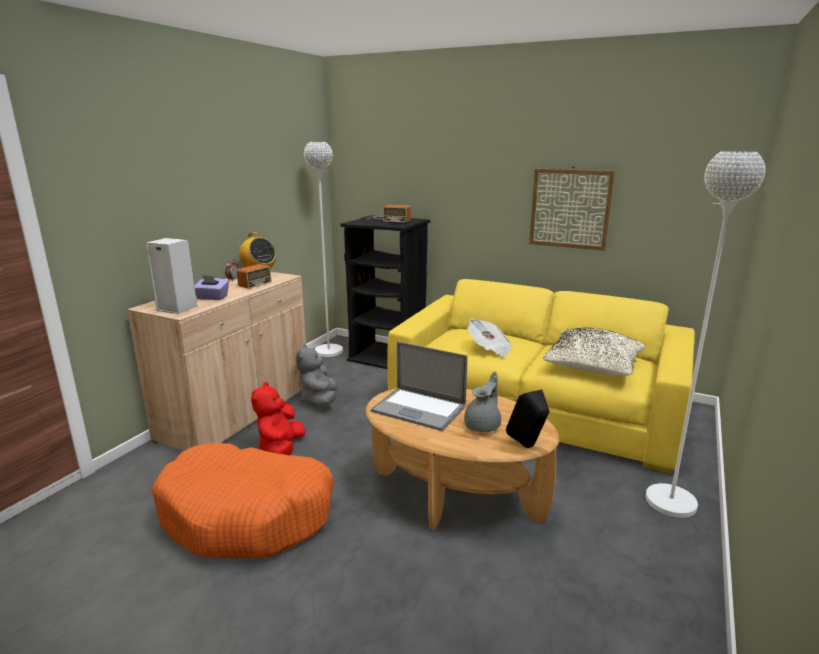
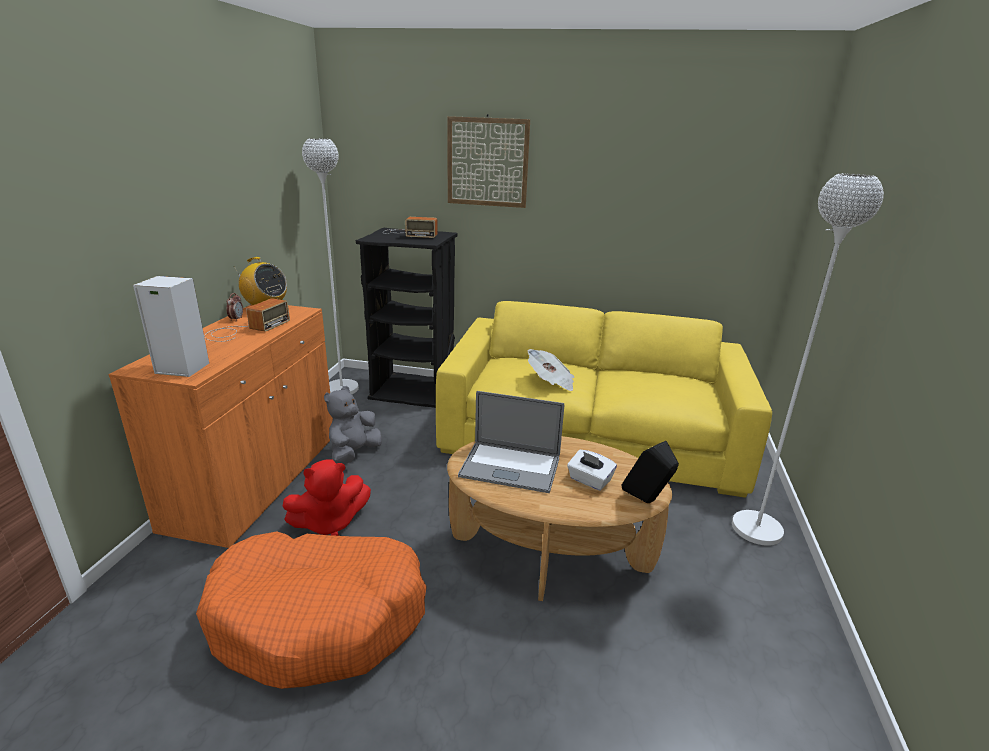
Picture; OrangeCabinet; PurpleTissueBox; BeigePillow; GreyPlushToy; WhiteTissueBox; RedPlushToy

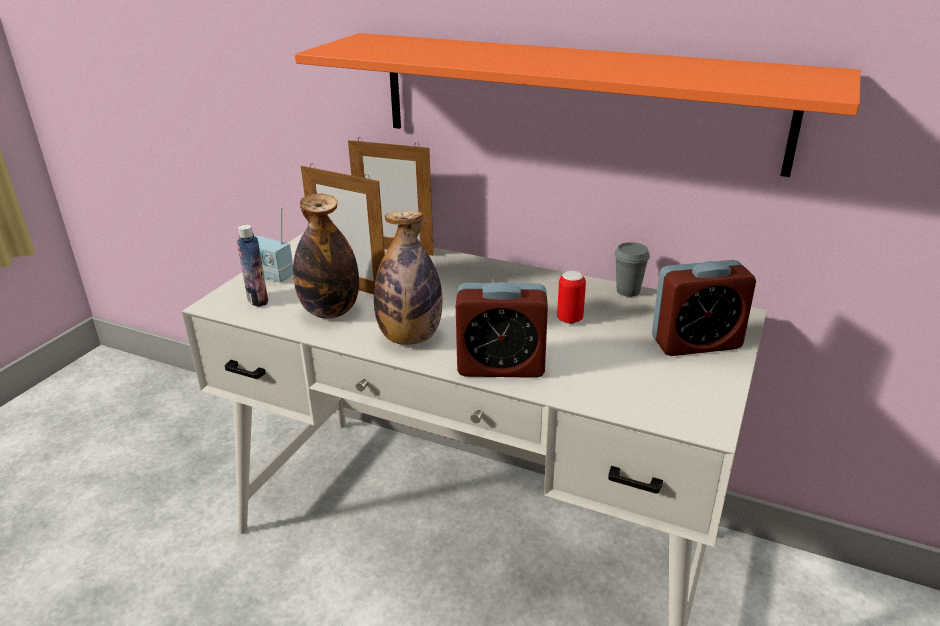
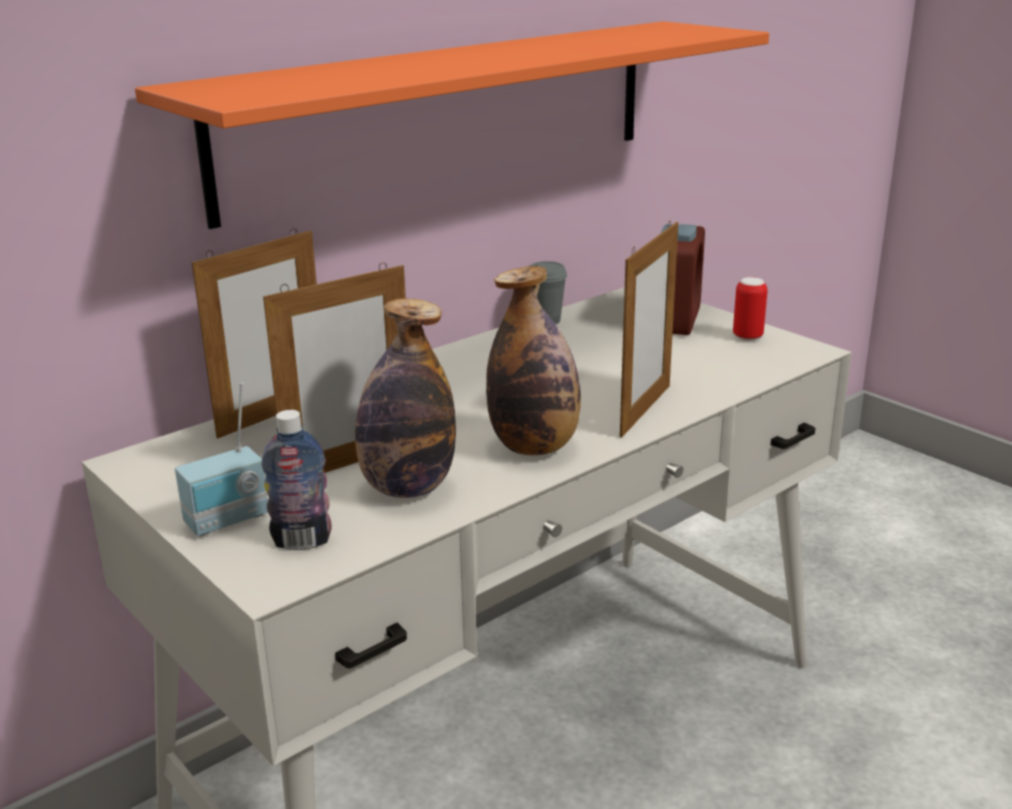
Can; PictureFrame (no. 3 from left)

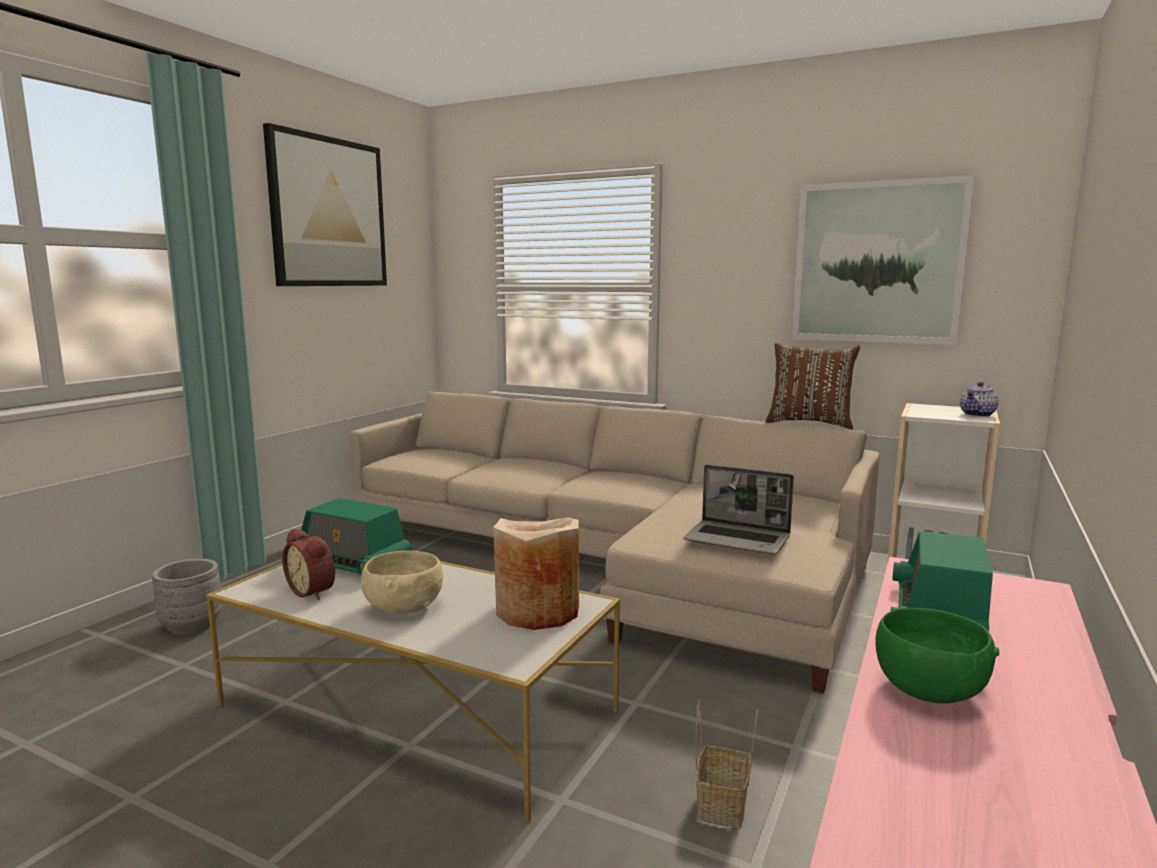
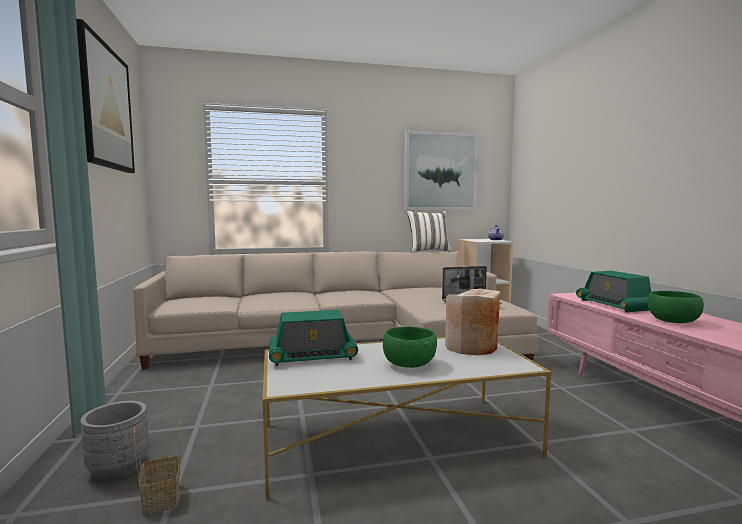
WhitePillow; AlarmClock; GreenBowl (no. 1 from left); Basket

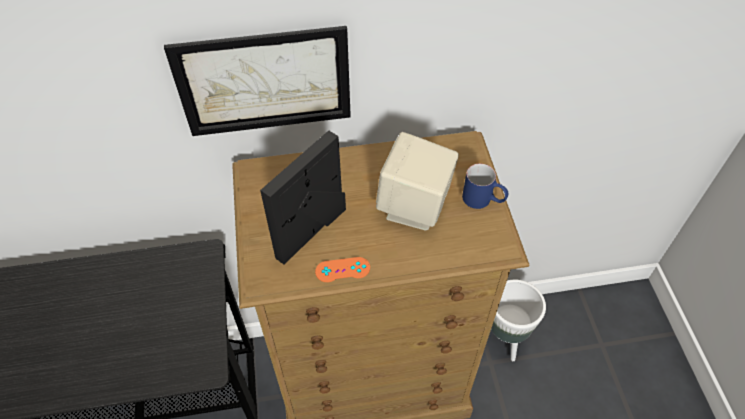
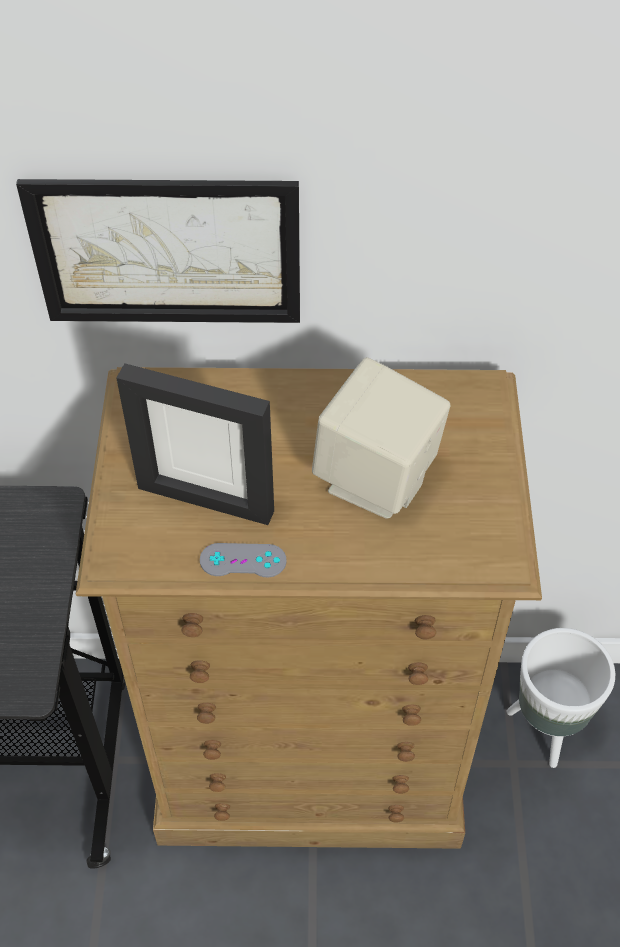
PictureFrame; BlueMug; GreyGameController

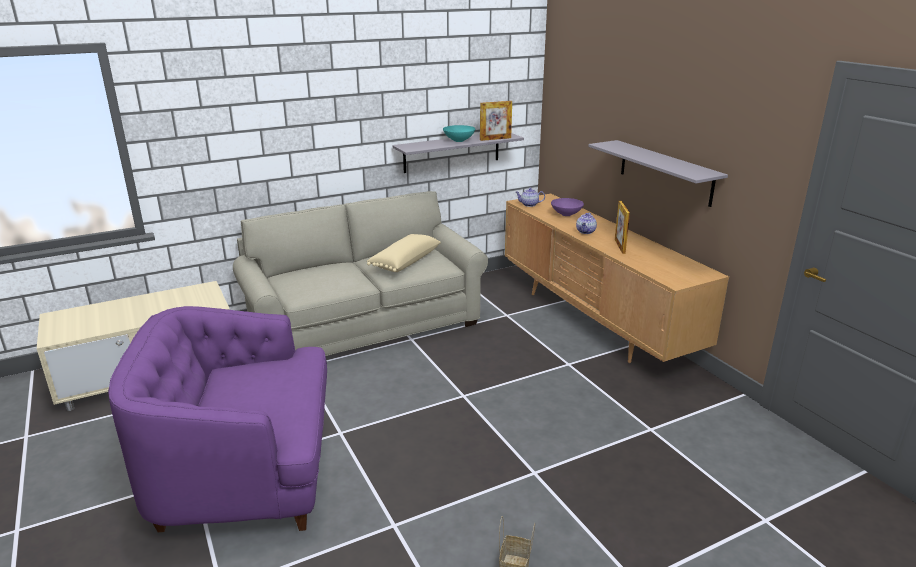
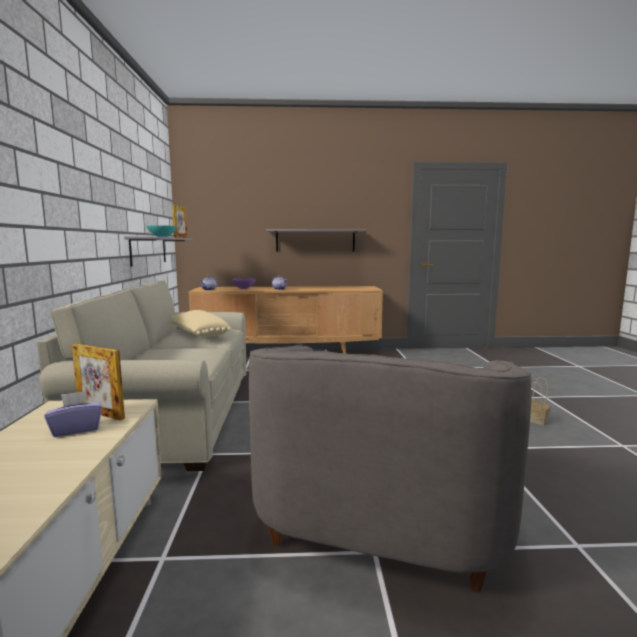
PictureFrame (no. 1 from left); GreyArmchair; PurpleTissueBox

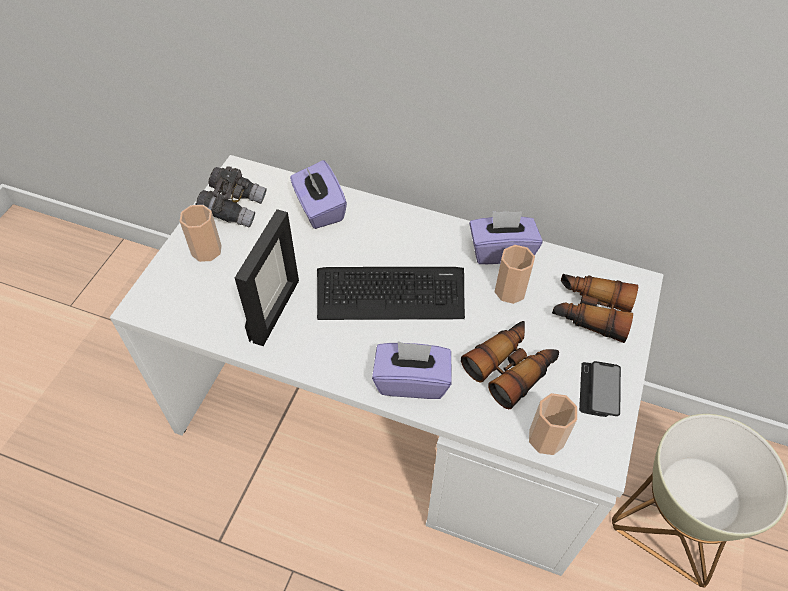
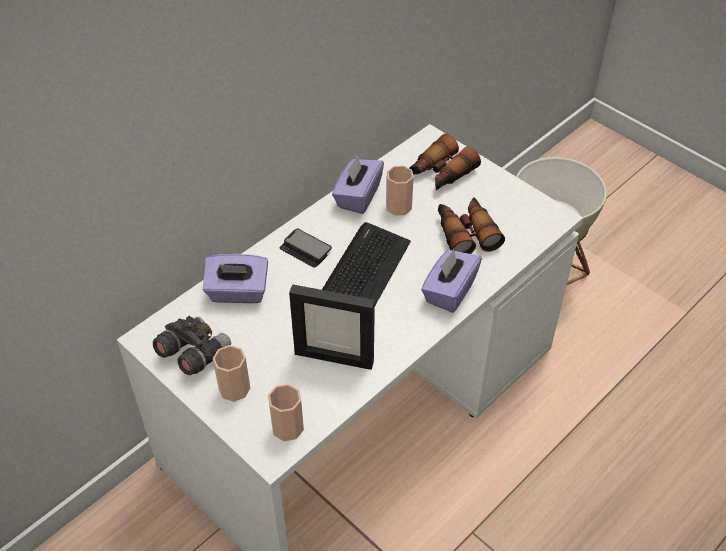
PictureFrame; Phone; Cup (no. 2 from left)

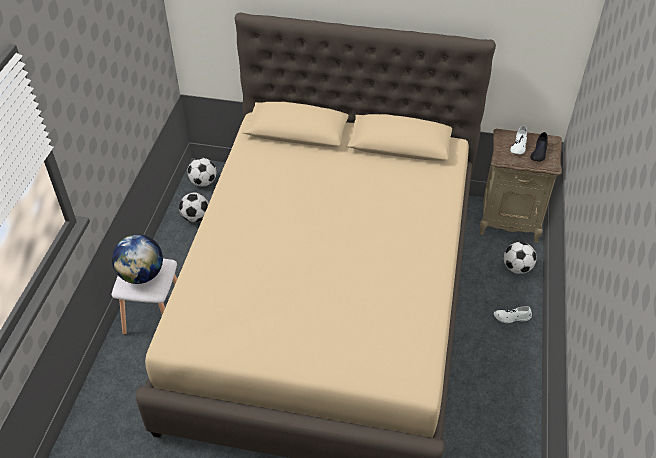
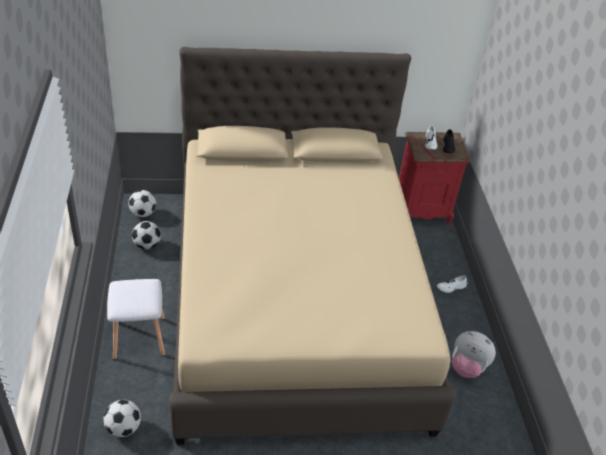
RedNightstand; Globe; Football (no. 1 from left); PlushToy

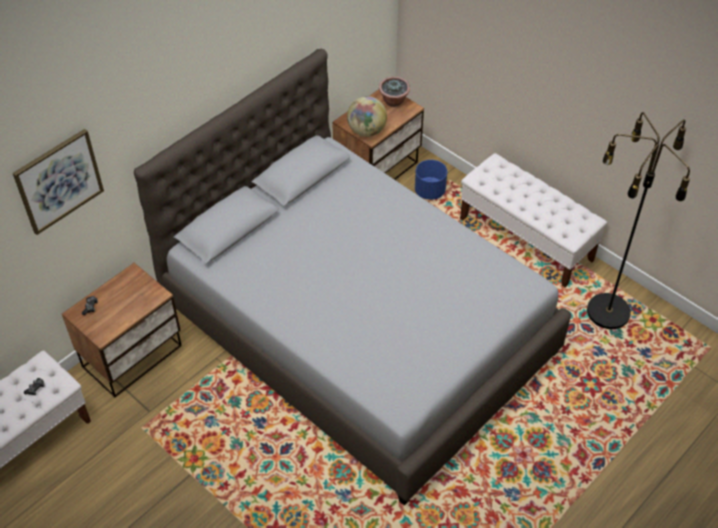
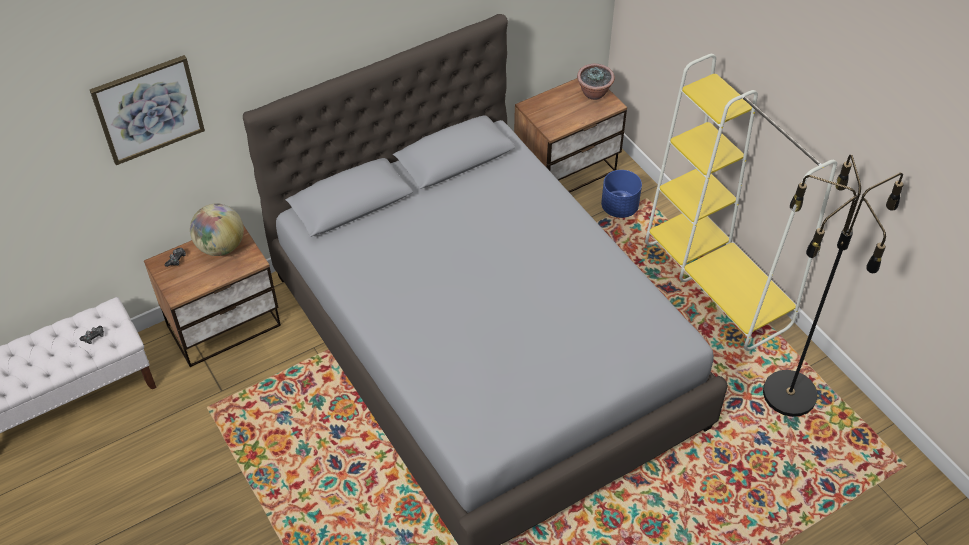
Globe; YellowClothesRack

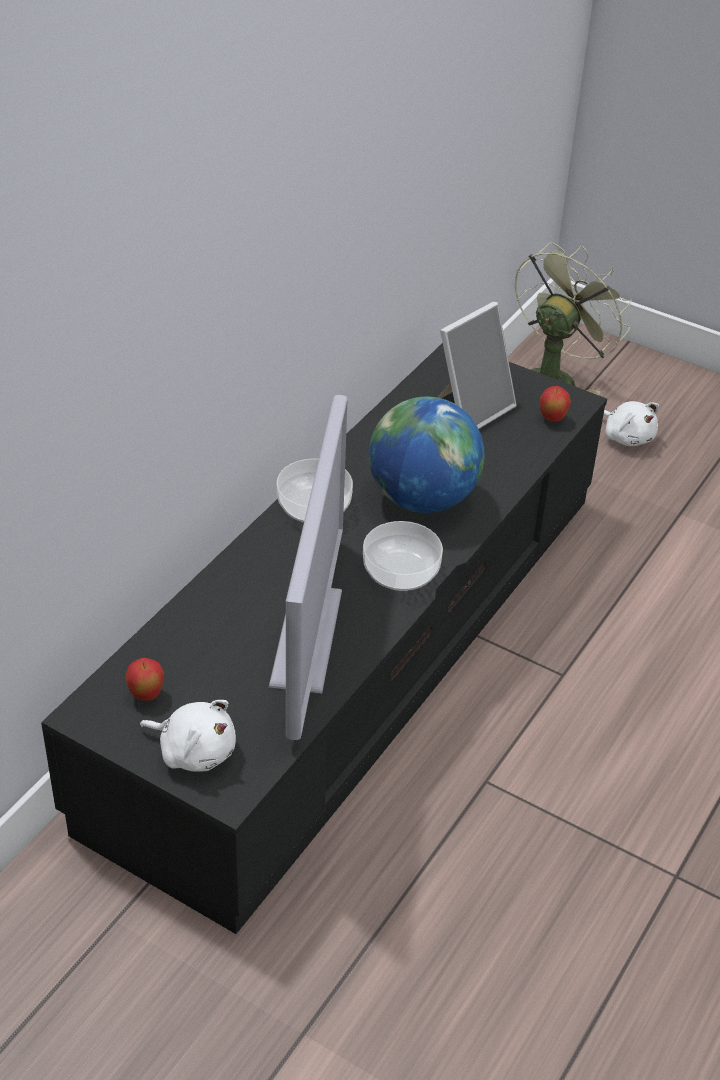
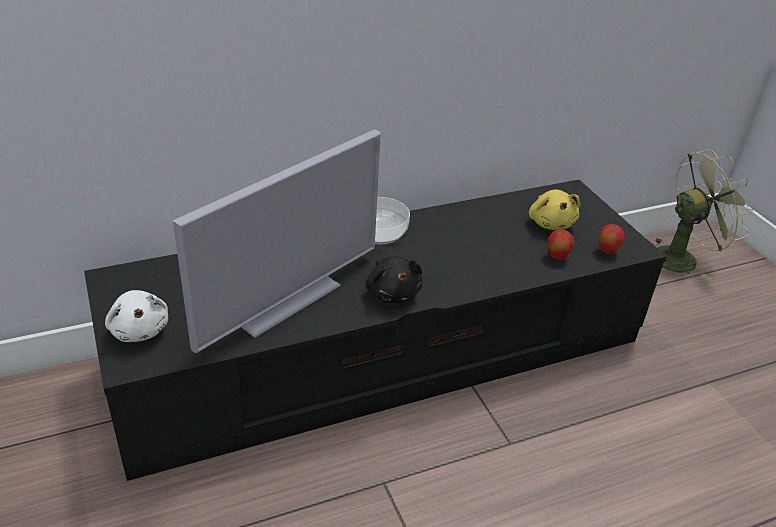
YellowPlushToy; Globe; WhitePlushToy (no. 2 from left in the first image); BlackPlushToy; Apple (no. 1 from left)

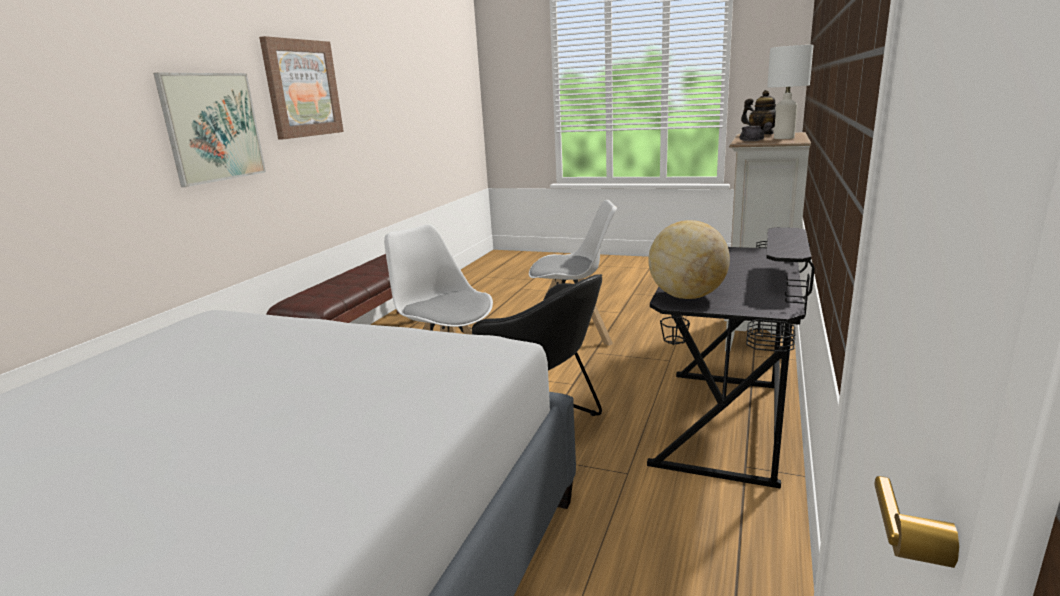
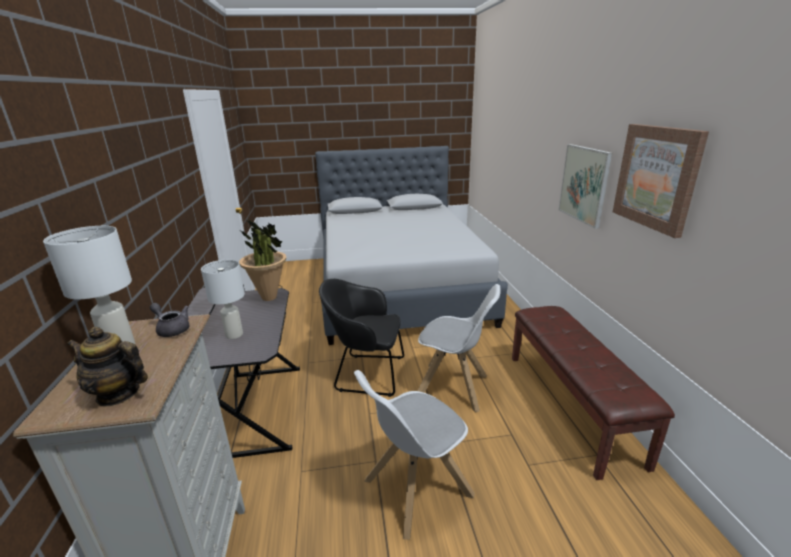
PottedPlant; WhiteTableLamp (no. 2 from left)

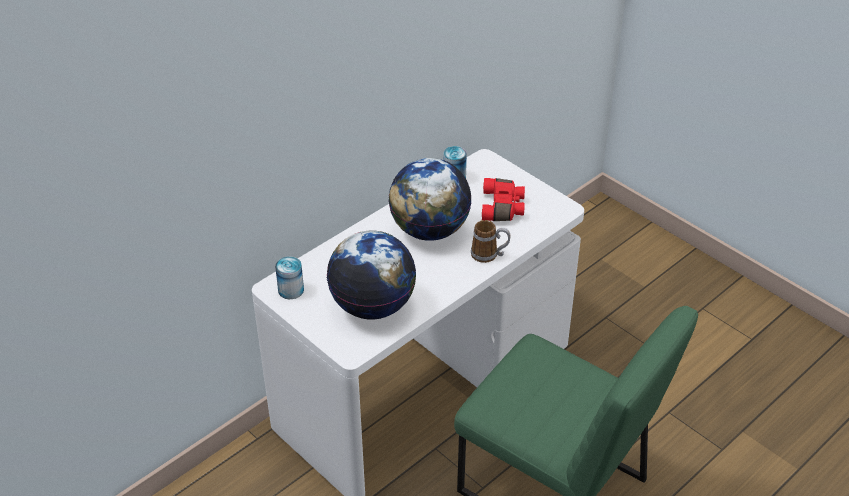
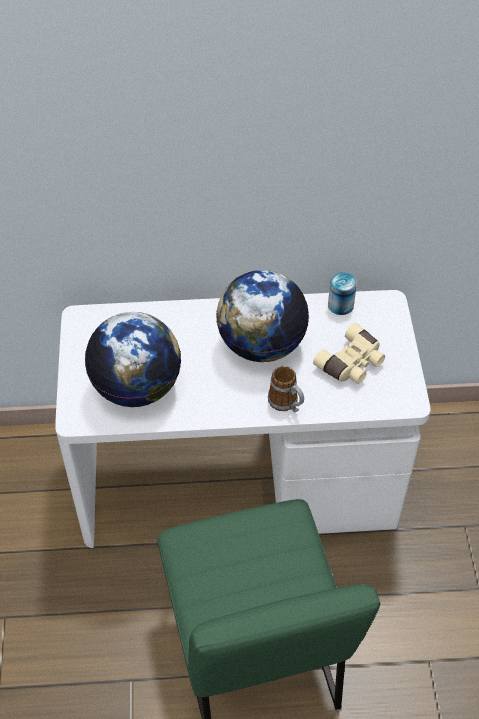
BeigeBinoculars; Can (no. 1 from left in the first image)

